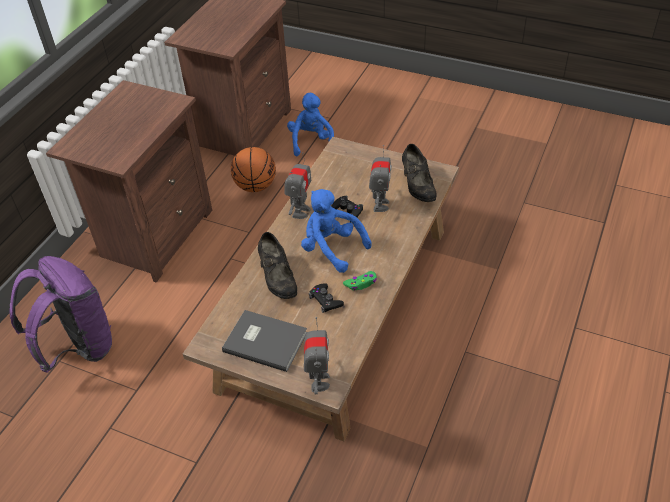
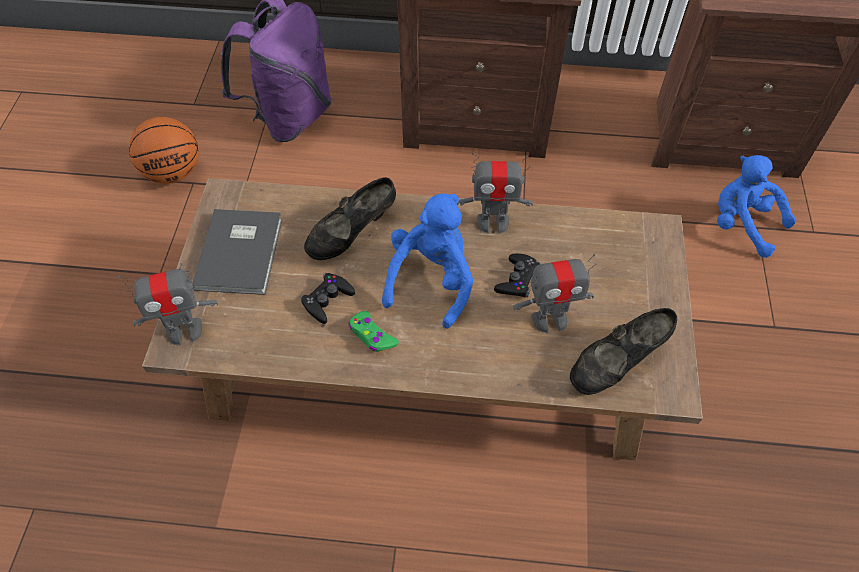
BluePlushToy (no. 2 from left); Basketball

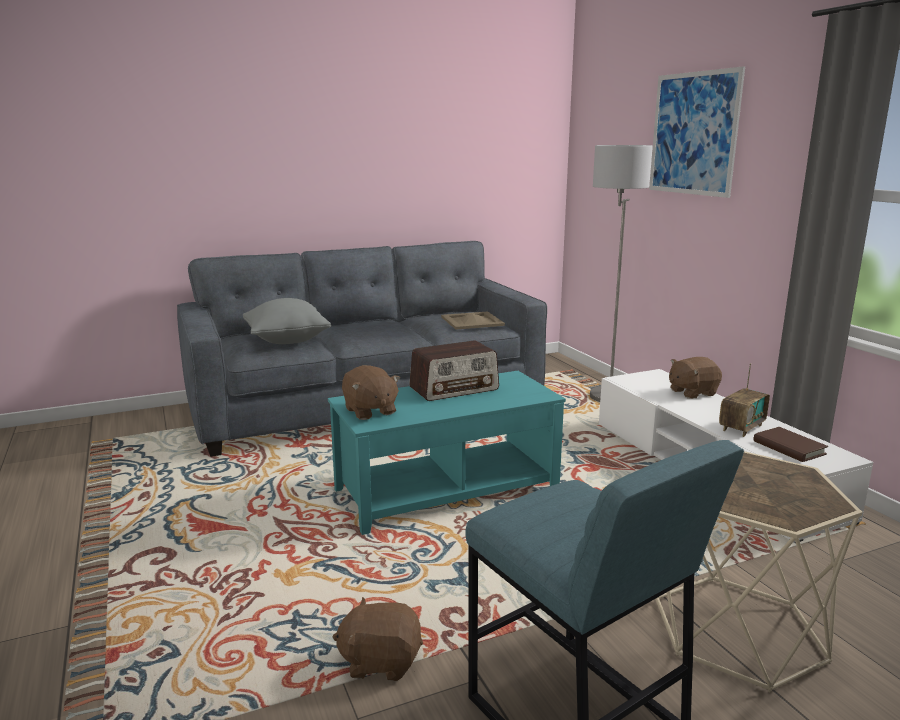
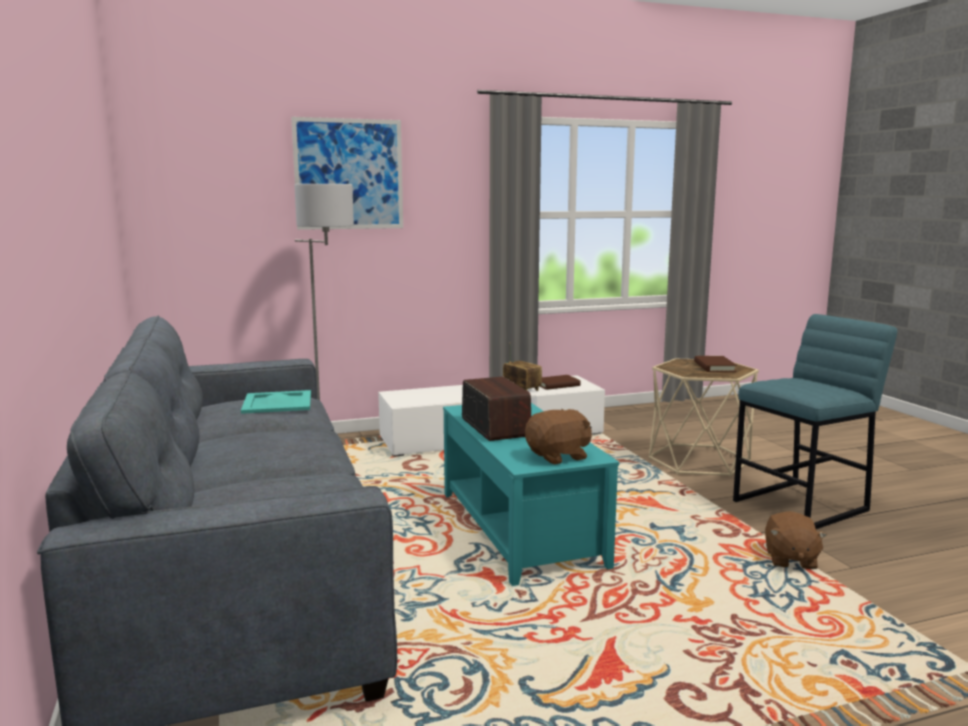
GreyPillow; TurquoiseTray; BrownPlushToy (no. 3 from left in the first image); BrownBook (no. 2 from left)

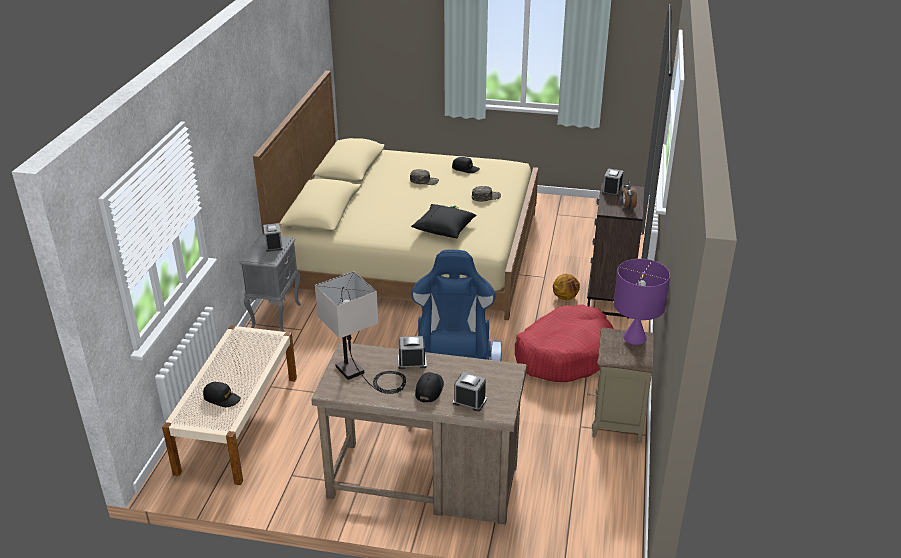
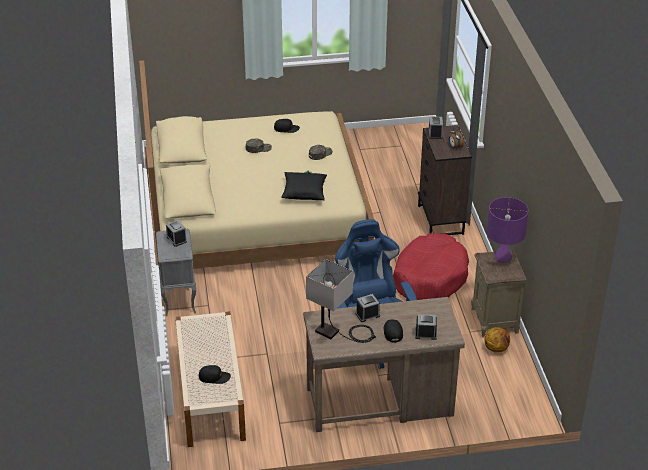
Basketball

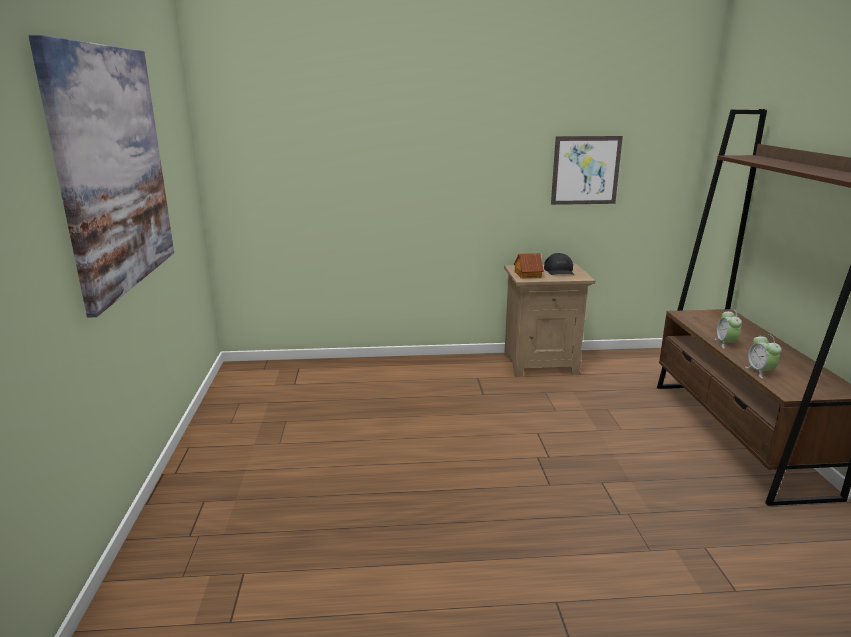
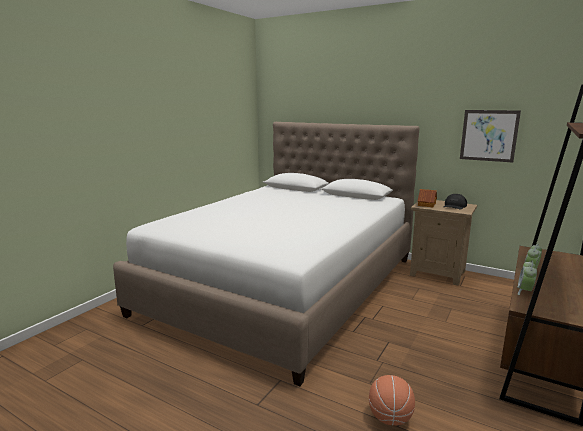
Picture (no. 1 from left in the first image); WhiteBed; Basketball

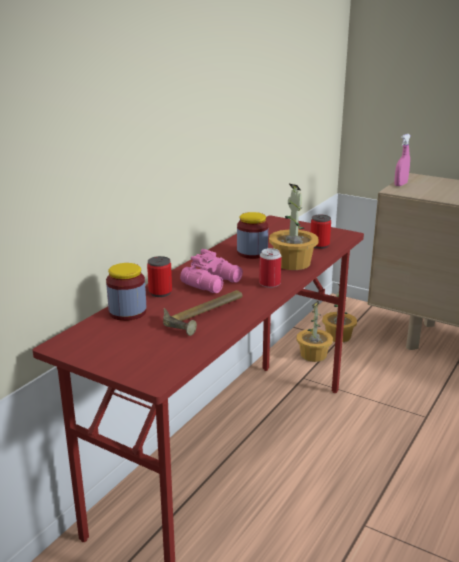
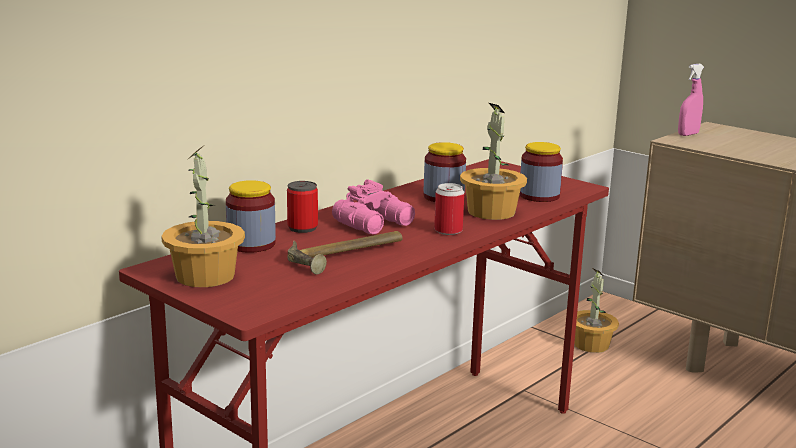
Jar (no. 3 from left); PottedPlant (no. 1 from left)

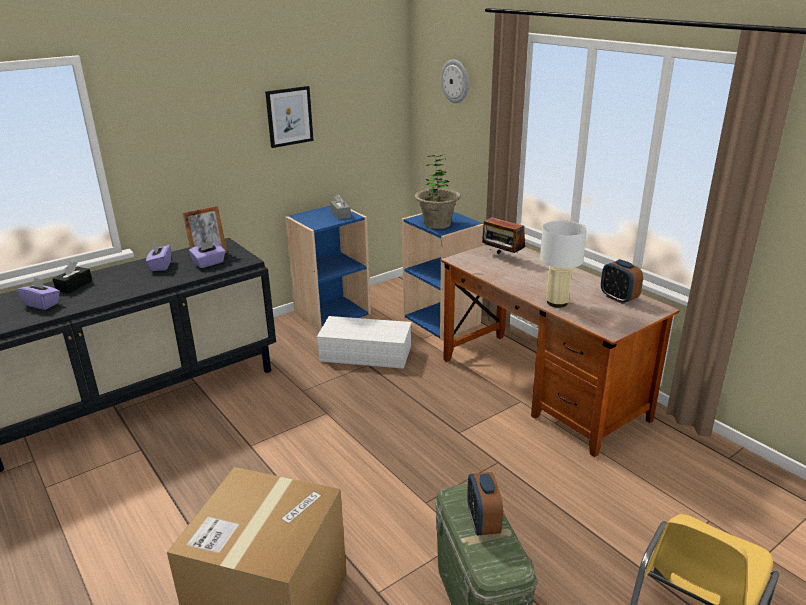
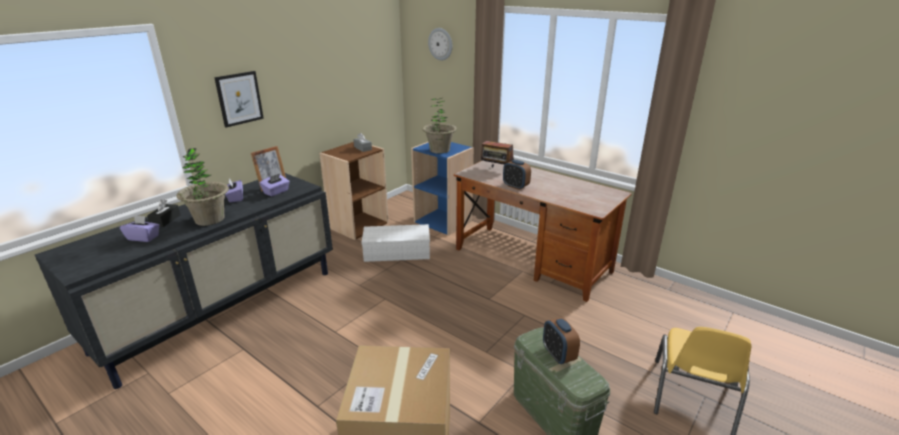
Picture; BrownBookcase; WhiteTableLamp; AlarmClock (no. 1 from left); PottedPlant (no. 1 from left)

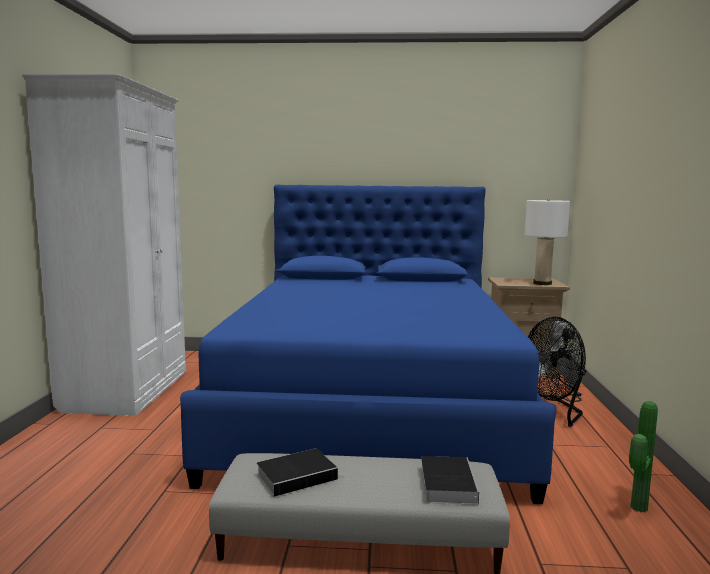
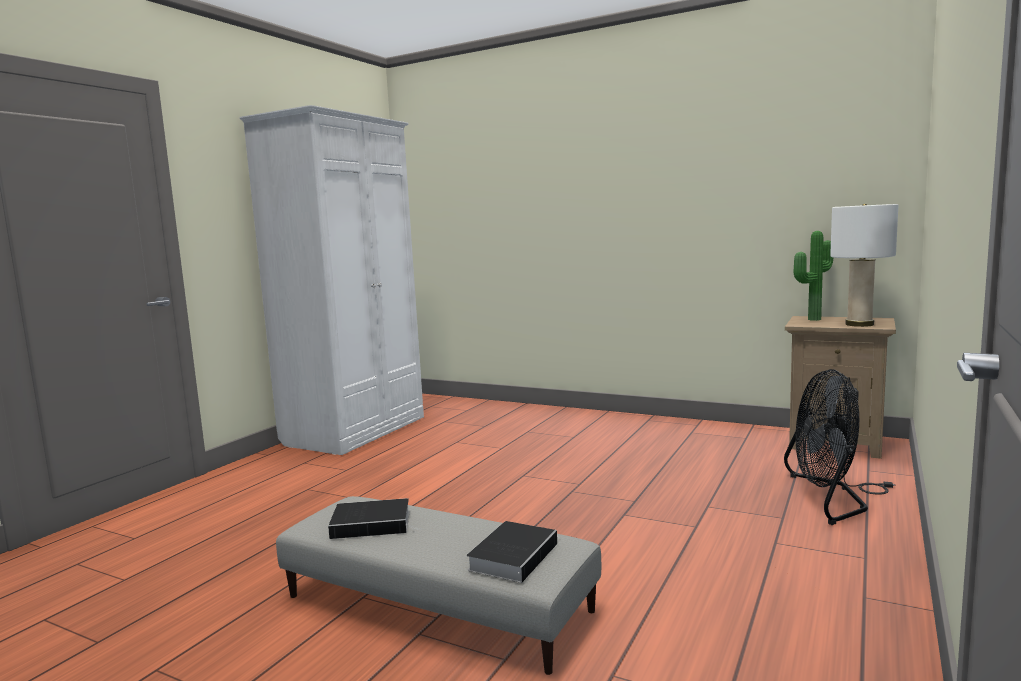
BlueBed; PottedPlant

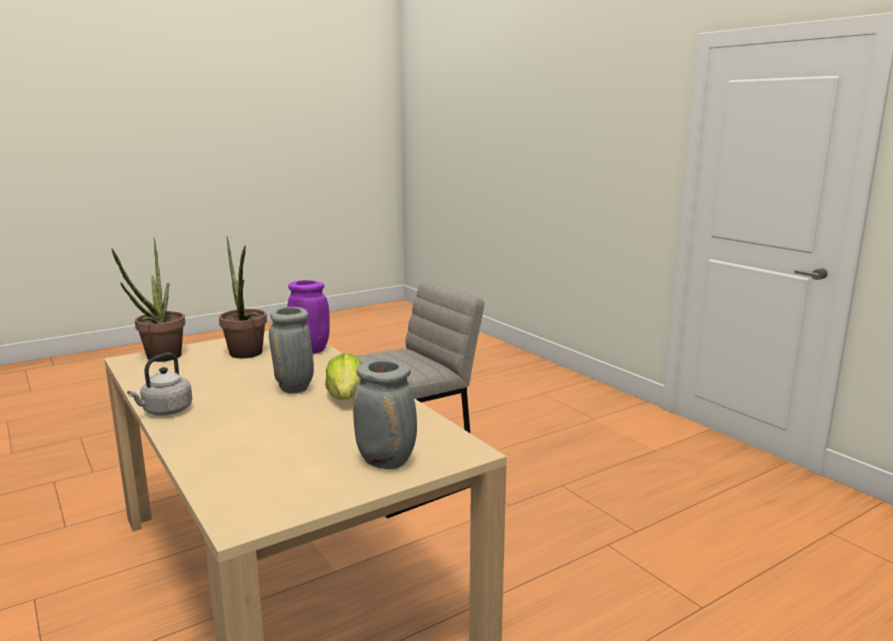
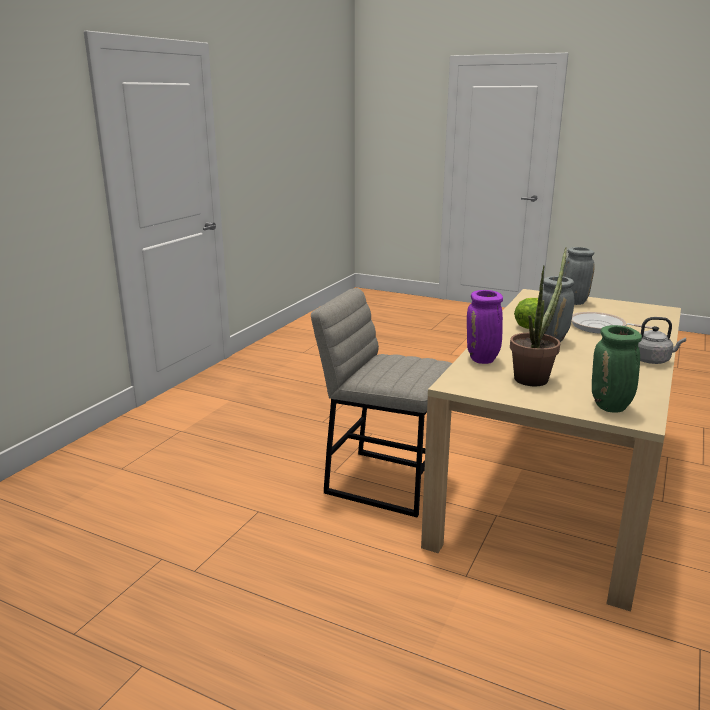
GreenVase; FryingPan

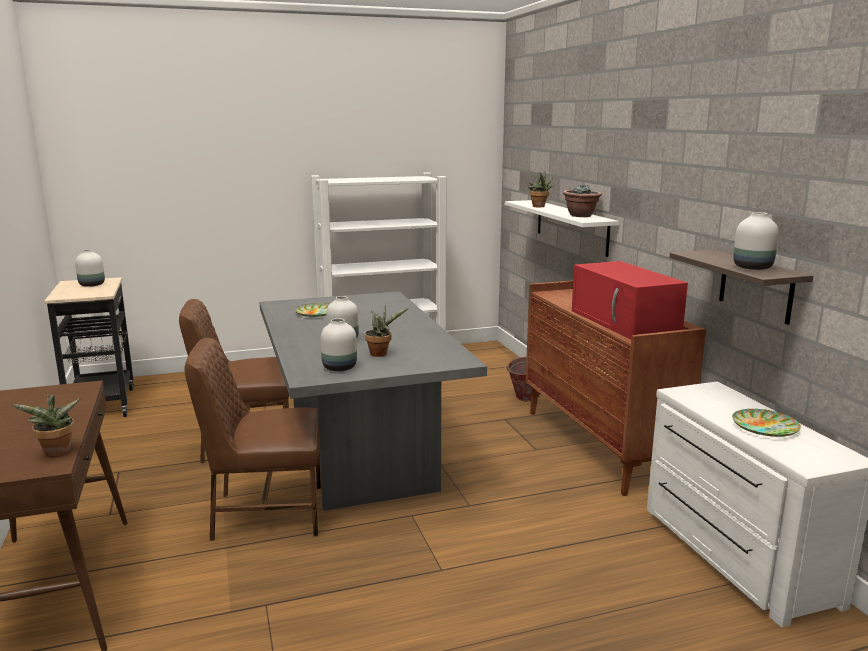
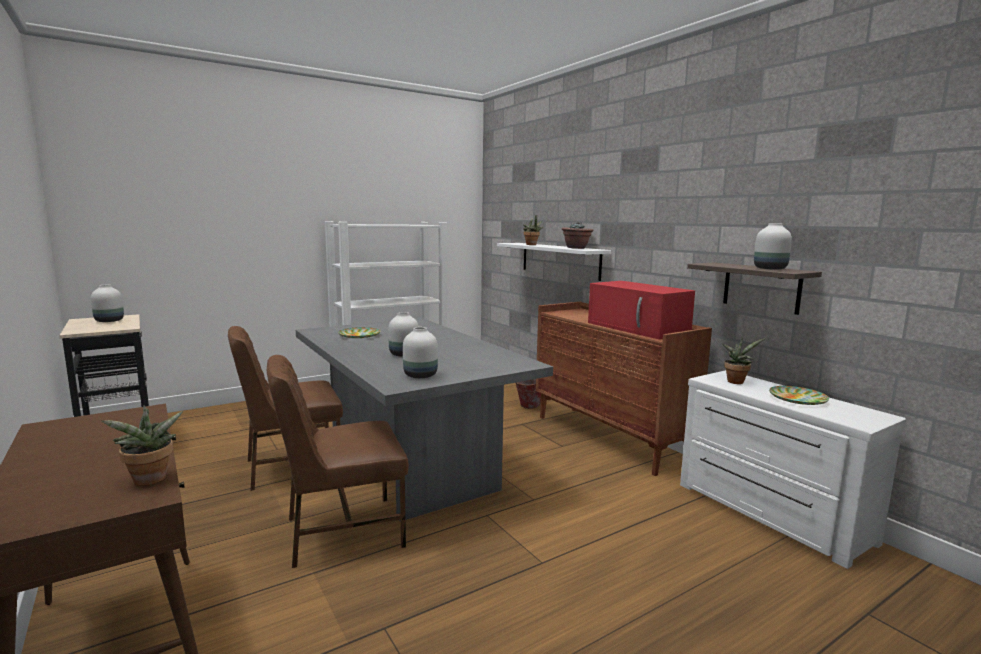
PottedPlant (no. 4 from left)

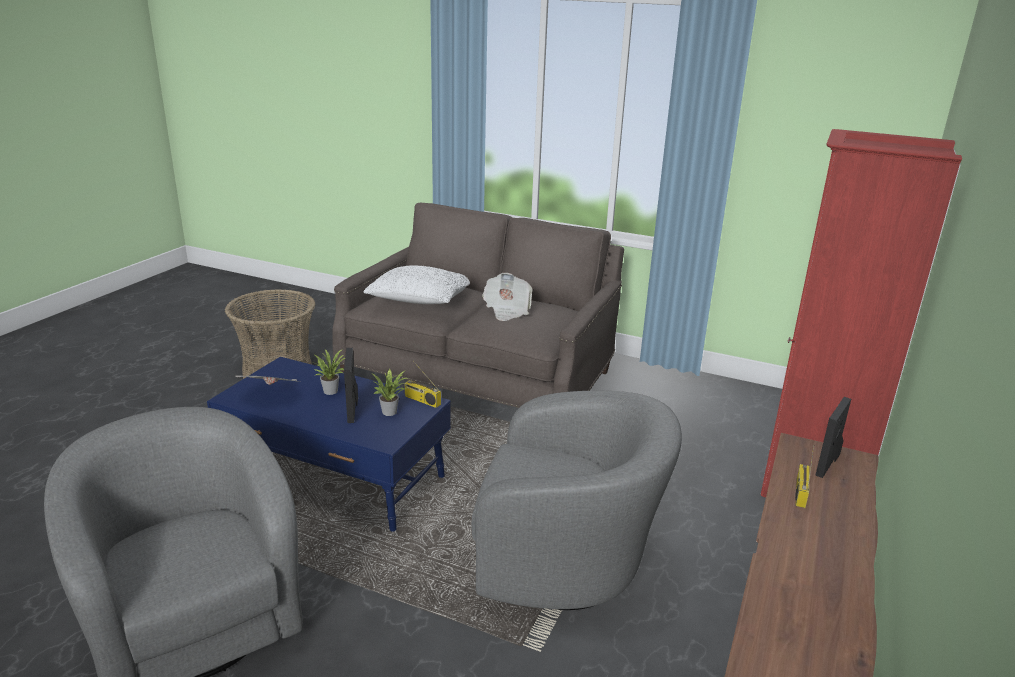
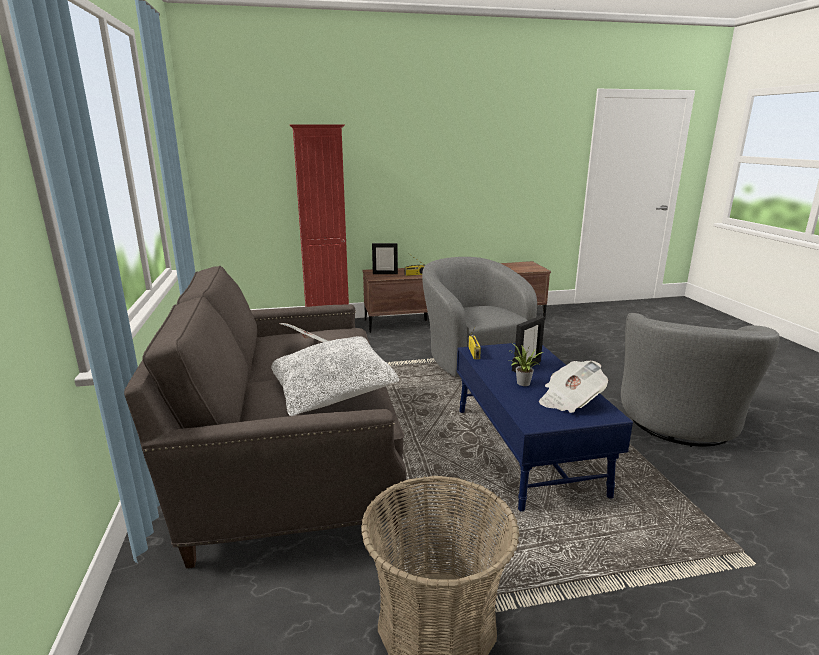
PottedPlant (no. 2 from left in the first image)

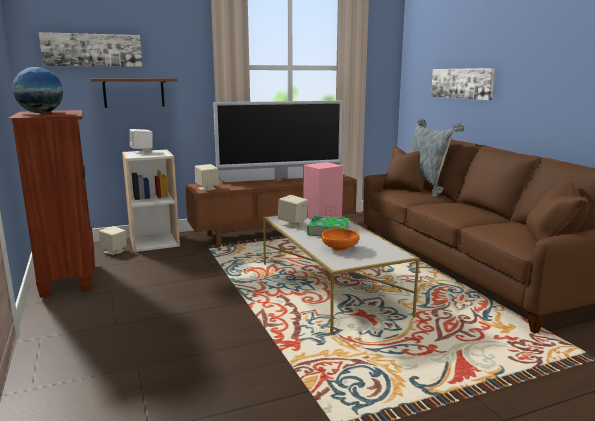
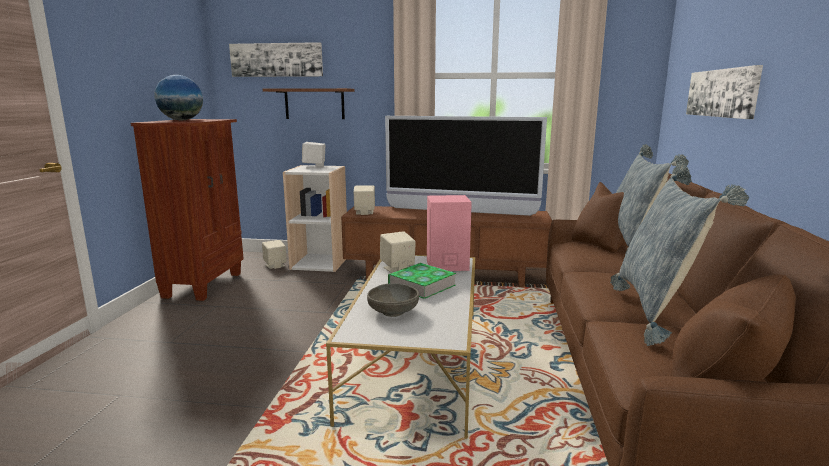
GreyBowl; Pillow (no. 2 from left)

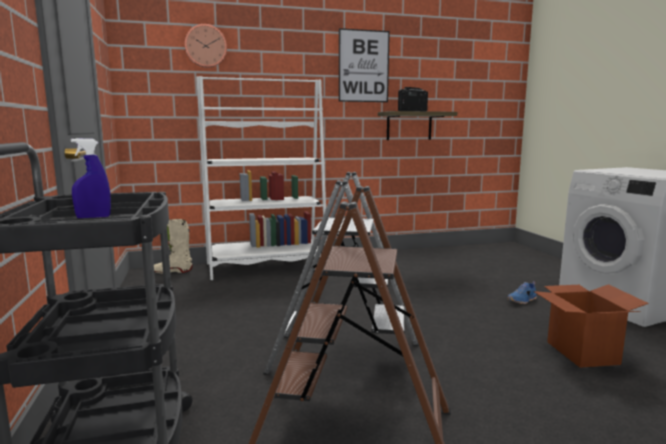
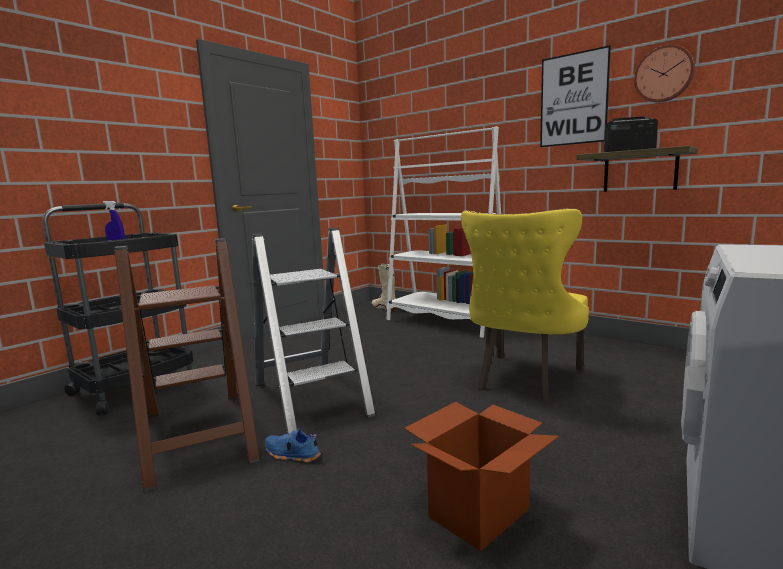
WallClock; BlueShoe; YellowChair

